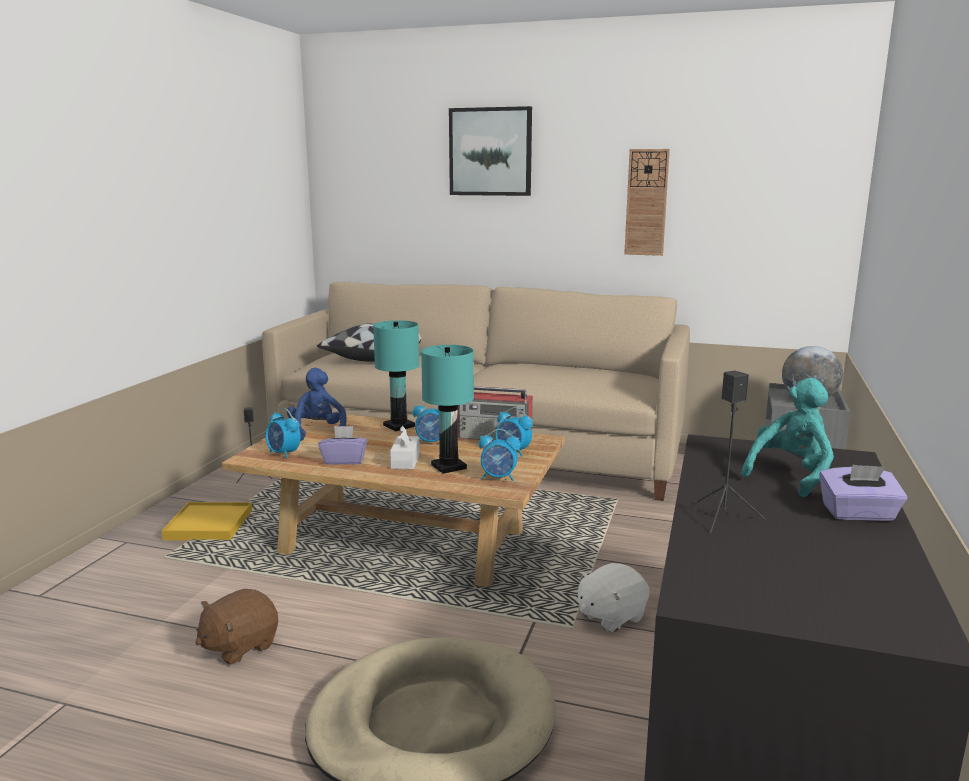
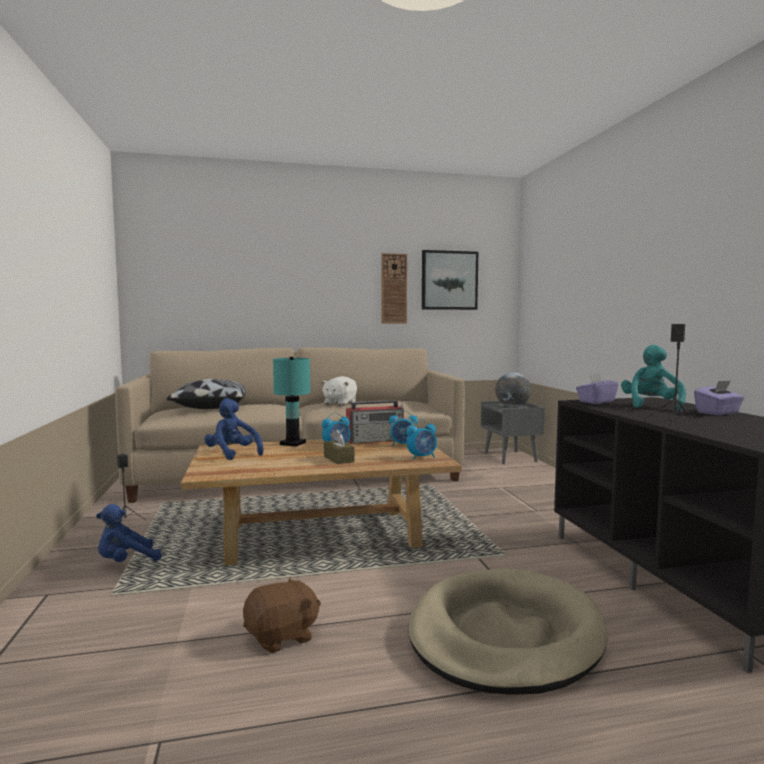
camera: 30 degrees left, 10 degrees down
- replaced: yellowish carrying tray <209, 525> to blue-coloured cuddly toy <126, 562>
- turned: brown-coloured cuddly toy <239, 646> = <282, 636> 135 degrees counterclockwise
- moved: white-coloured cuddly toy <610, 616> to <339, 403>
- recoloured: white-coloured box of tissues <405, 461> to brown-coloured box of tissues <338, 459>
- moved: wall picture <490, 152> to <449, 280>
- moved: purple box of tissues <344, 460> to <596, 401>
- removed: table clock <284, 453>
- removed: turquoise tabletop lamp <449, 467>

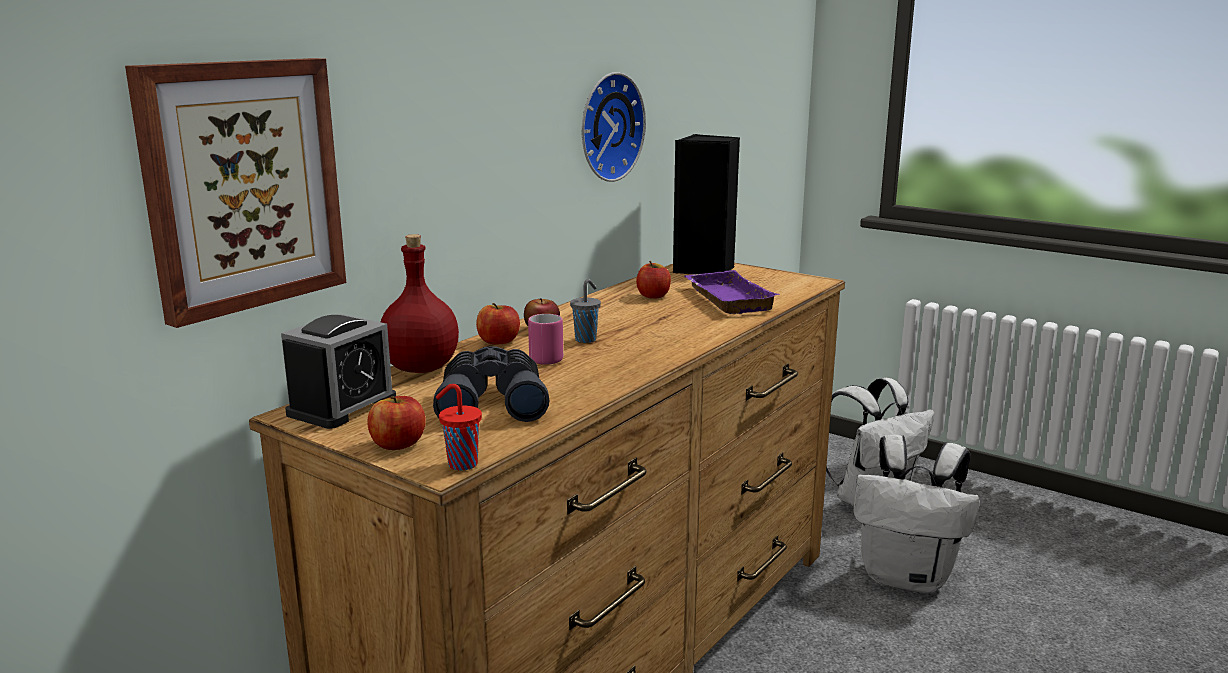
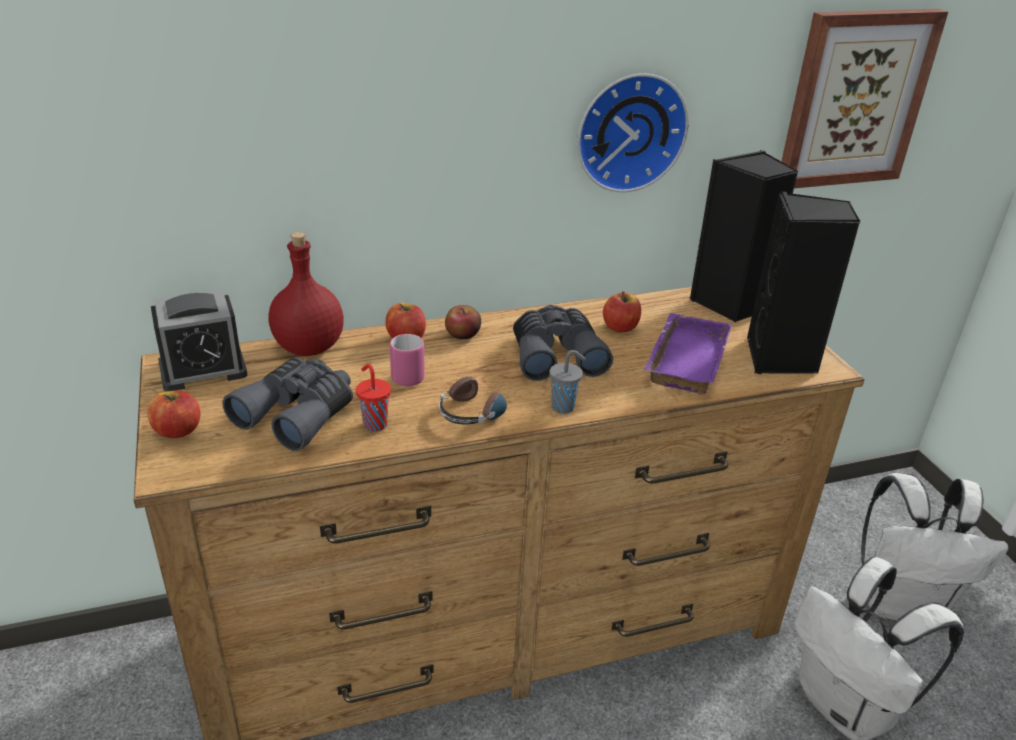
camera: 35 degrees right, 15 degrees up
- moved: red drinking cup <461, 464> to <374, 424>
- added: headset <478, 408>
- added: greyish pair of binoculars <556, 354>
- moved: greyish drinking cup <586, 339> to <564, 407>
- added: blackish loudspeaker <781, 359>
- moved: wall picture <242, 185> to <854, 99>

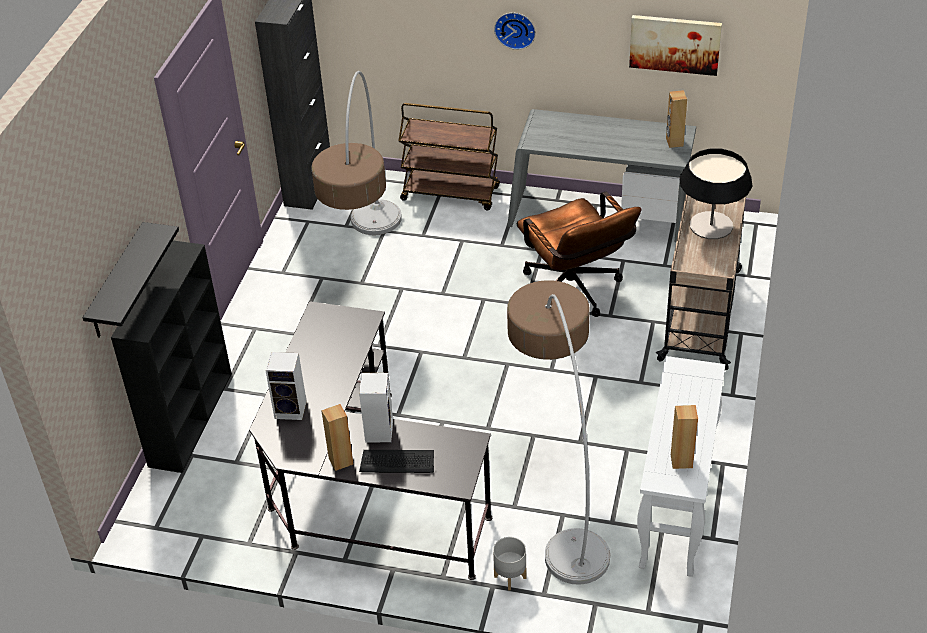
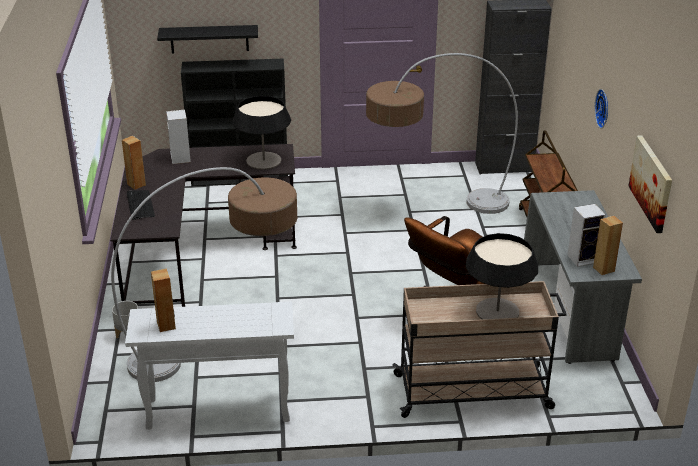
camera: 70 degrees right, 10 degrees down
- added: tabletop lamp <264, 160>
- moved: loudspeaker <378, 430> to <583, 258>

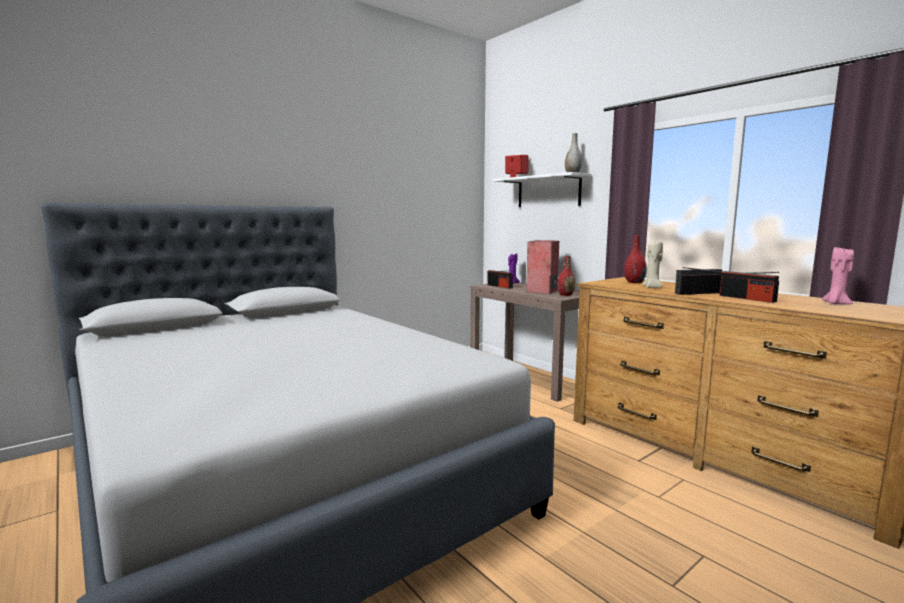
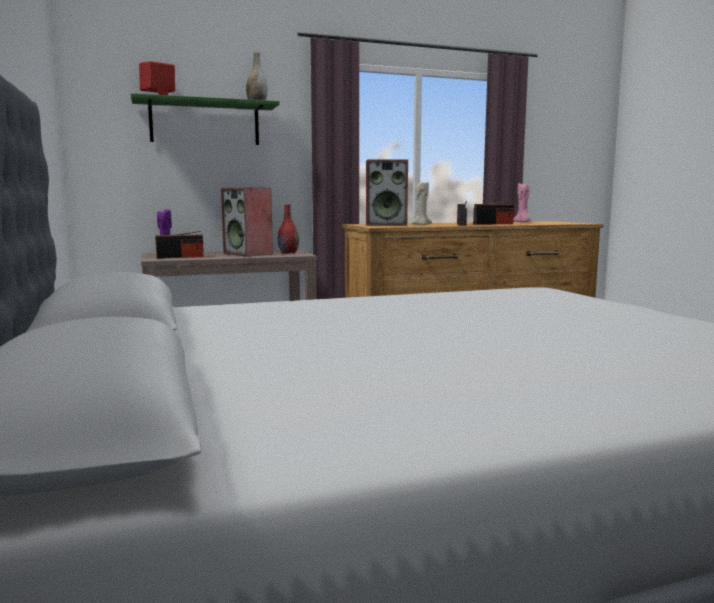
camera: 70 degrees left, 0 degrees up
- recoloured: white-coloured shelf <548, 192> to greenish shelf <205, 123>
- replaced: red vase <634, 282> to loudspeaker <386, 224>

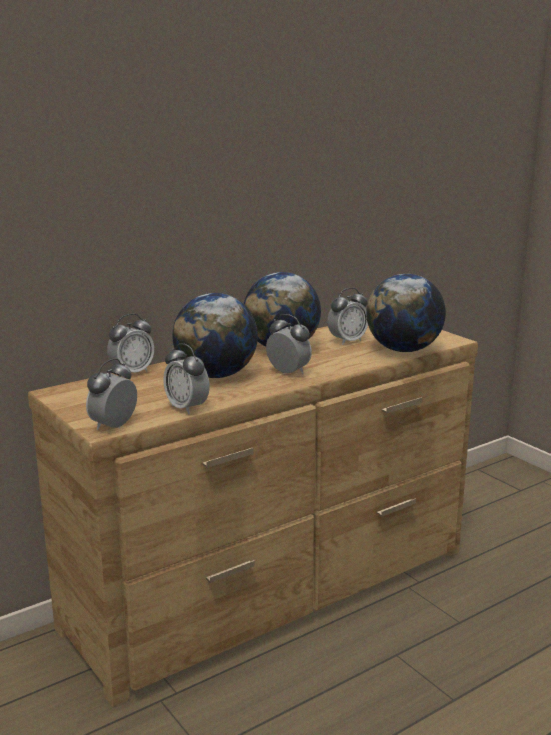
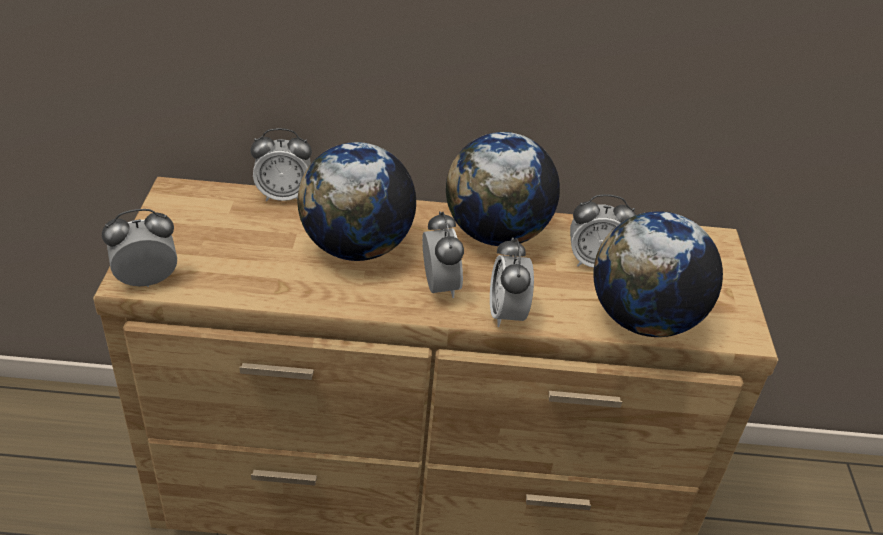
camera: 35 degrees right, 20 degrees up
- moved: table clock <187, 408> to <506, 314>

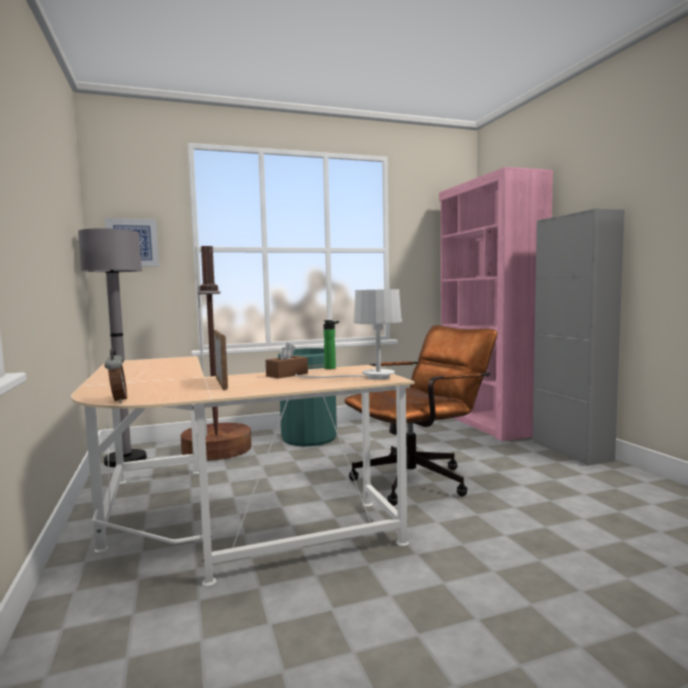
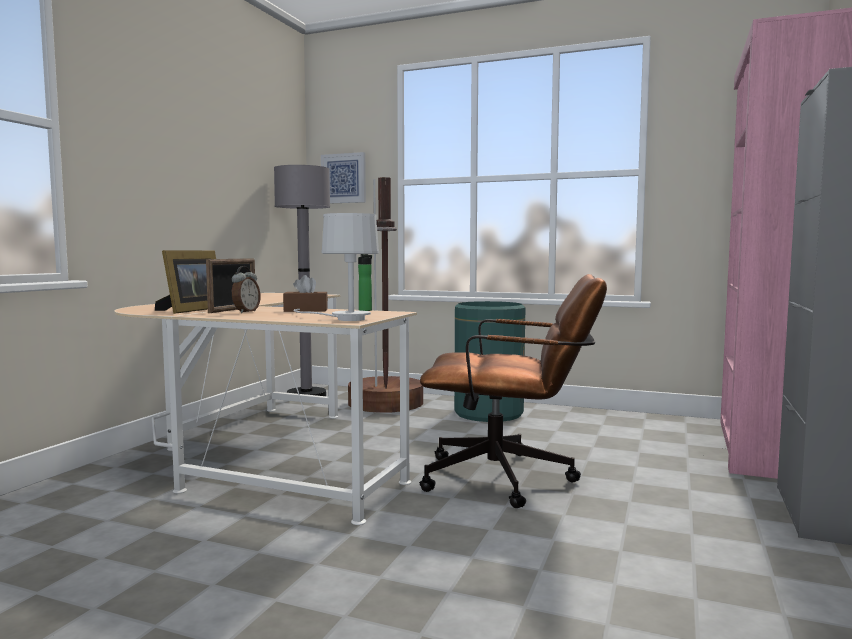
camera: 40 degrees right, 0 degrees up
- added: picture frame <191, 310>
- moved: table clock <117, 400> to <245, 312>

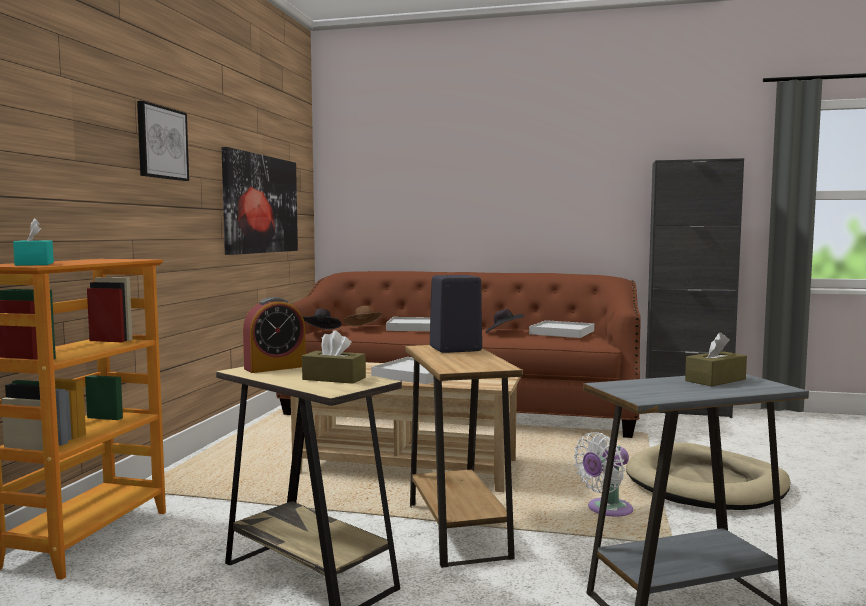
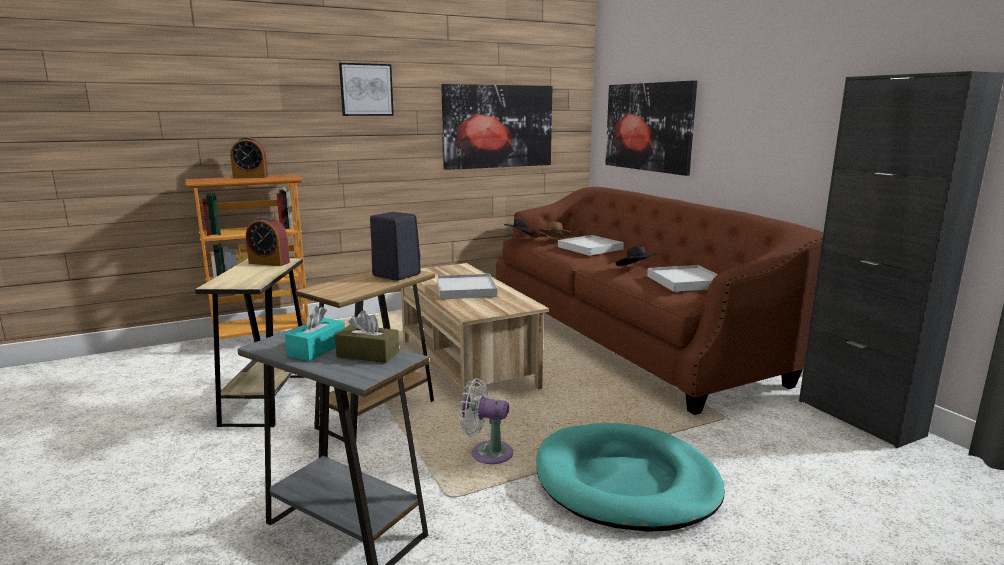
camera: 50 degrees right, 10 degrees up
- added: table clock <250, 177>
- moved: turquoise box of tissues <35, 264> to <317, 349>
- recoloured: beige-coloured dog cushion <706, 484> to turquoise dog cushion <626, 482>
- added: wall picture <648, 127>
- removed: brown-coloured box of tissues <334, 378>

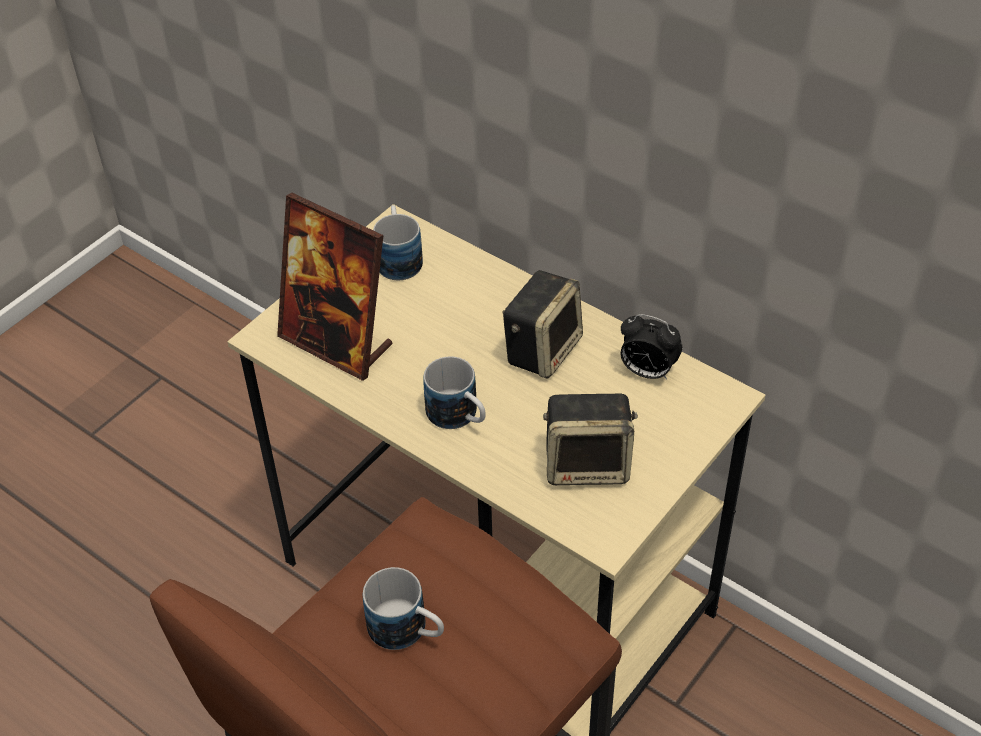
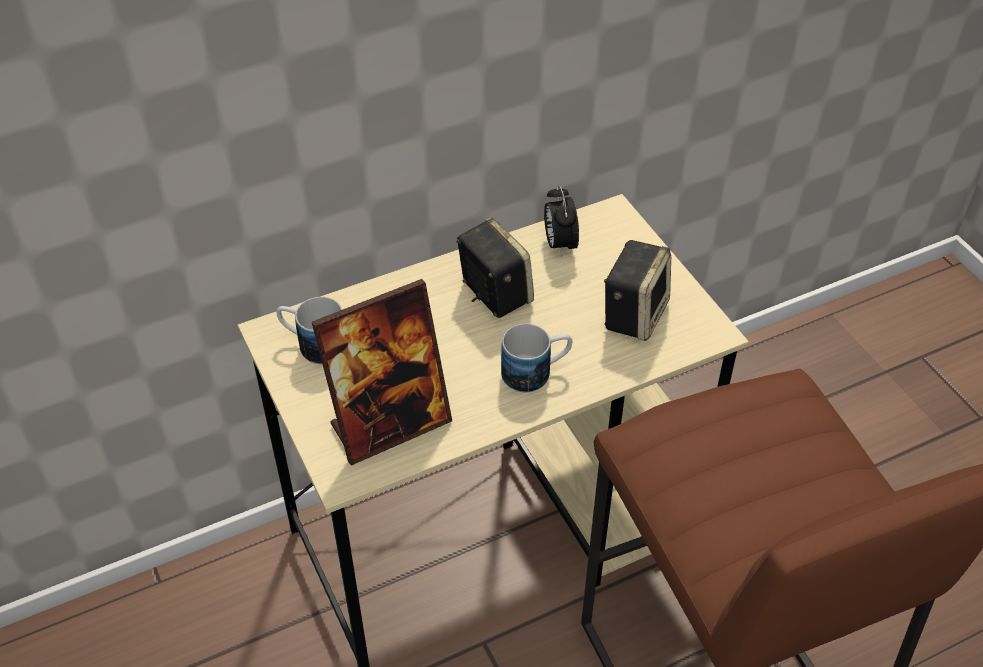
camera: 65 degrees left, 0 degrees up
- turned: table clock <647, 372> = <559, 244> 120 degrees clockwise
- removed: mug <408, 632>

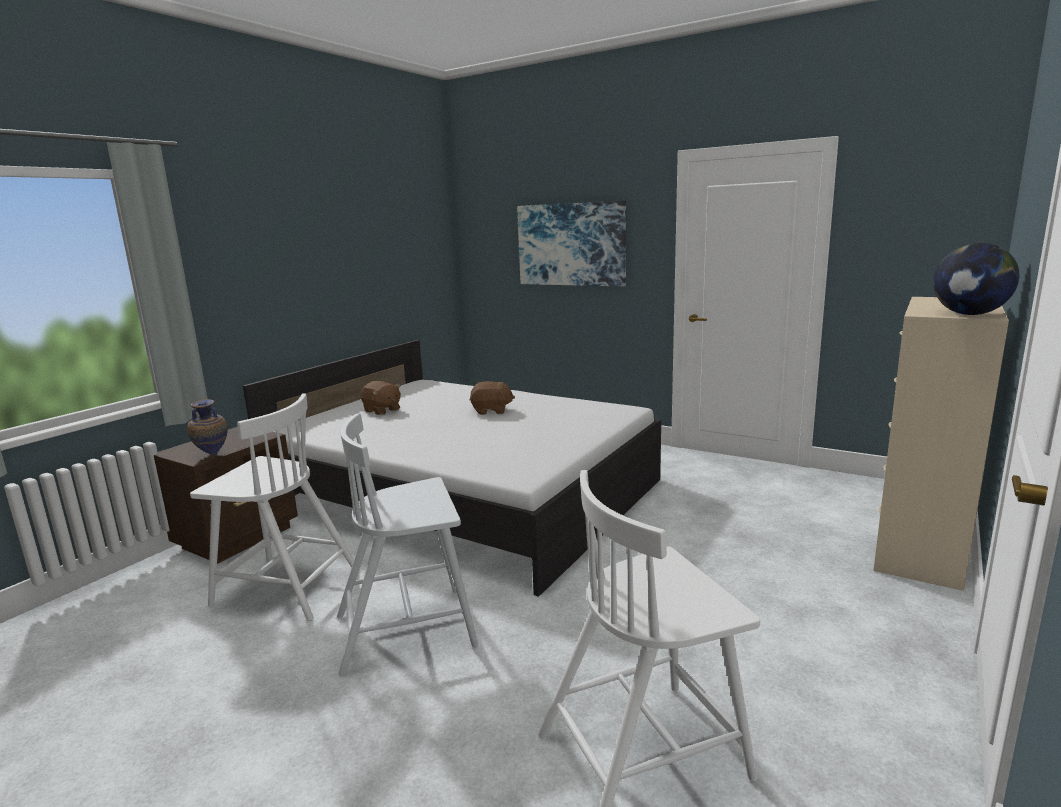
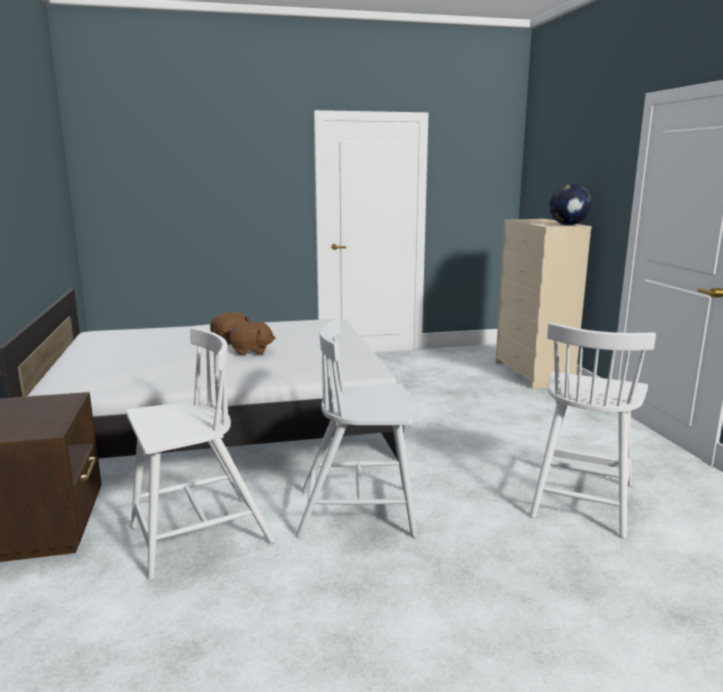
camera: 45 degrees left, 0 degrees up
- moved: brown-coloured cuddly toy <382, 410> to <251, 351>
- turned: white-coloured chair <408, 629> = <358, 512> 60 degrees clockwise
- removed: vase <212, 455>
- removed: wall picture <571, 244>

